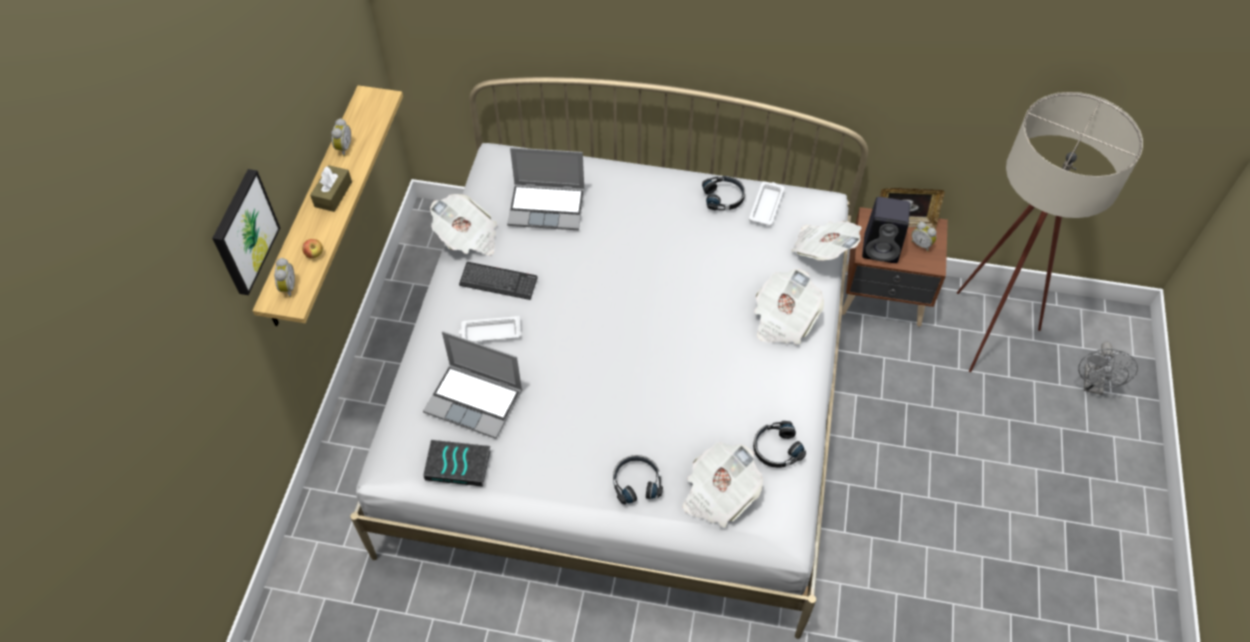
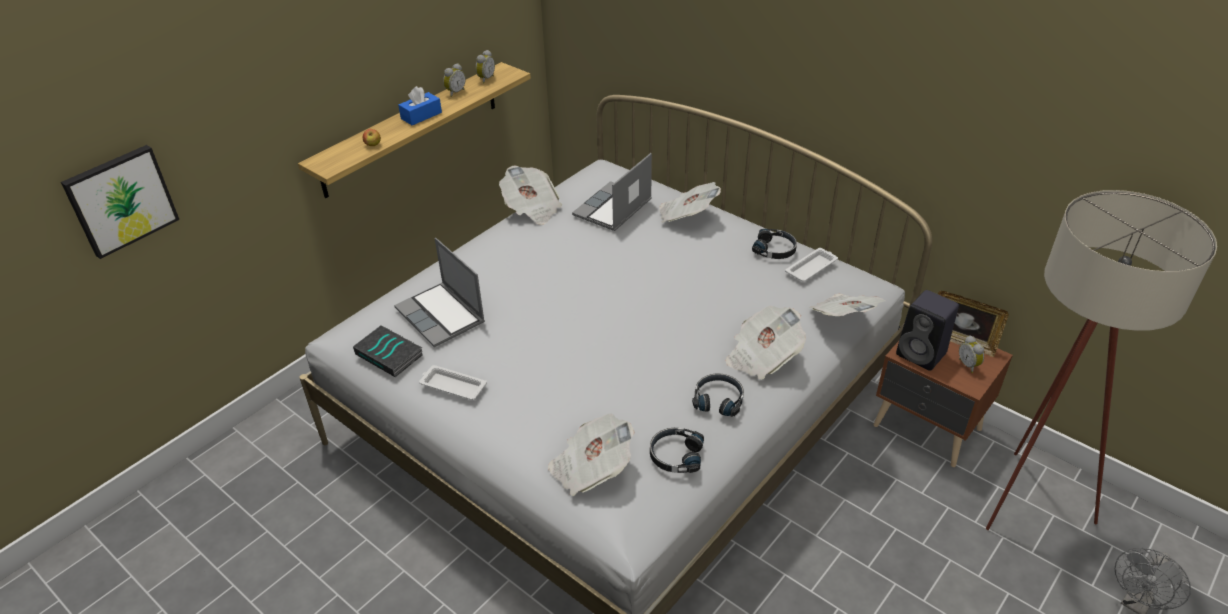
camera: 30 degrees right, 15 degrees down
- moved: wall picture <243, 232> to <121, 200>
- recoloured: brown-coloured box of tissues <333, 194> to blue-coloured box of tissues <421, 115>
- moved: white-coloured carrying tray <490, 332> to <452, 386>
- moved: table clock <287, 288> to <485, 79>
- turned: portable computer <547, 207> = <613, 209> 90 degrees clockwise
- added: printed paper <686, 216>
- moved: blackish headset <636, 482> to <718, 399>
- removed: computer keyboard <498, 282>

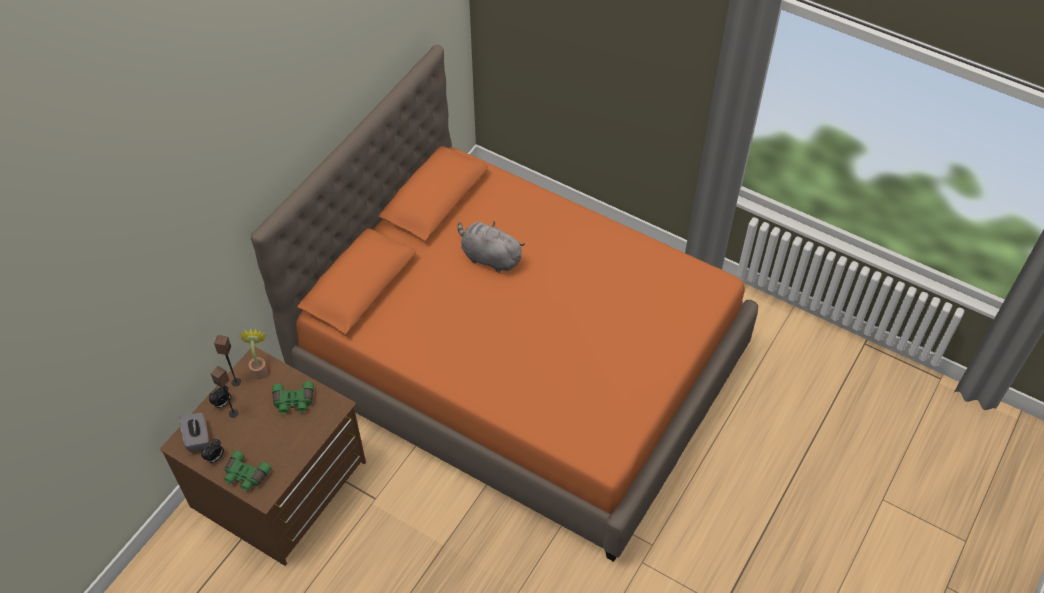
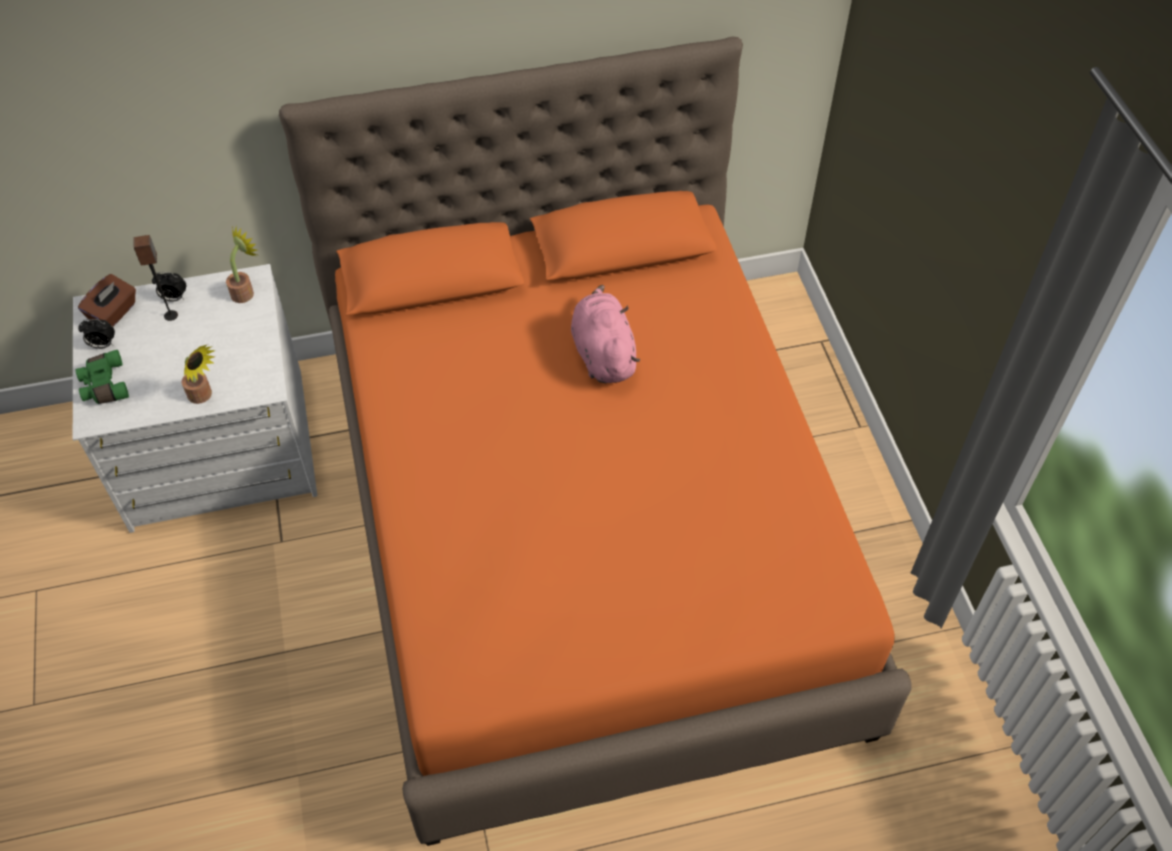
camera: 45 degrees right, 0 degrees up
- recoloured: brown-coloured drawer chest <281, 485> to white-coloured drawer chest <219, 451>
- recoloured: greyish box of tissues <197, 437> to brown-coloured box of tissues <114, 313>
- added: potted plant <203, 396>
- recoloured: greyish cuddly toy <489, 257> to pink cuddly toy <603, 353>
- removed: loudspeaker <236, 382>
- removed: greenish pair of binoculars <293, 402>

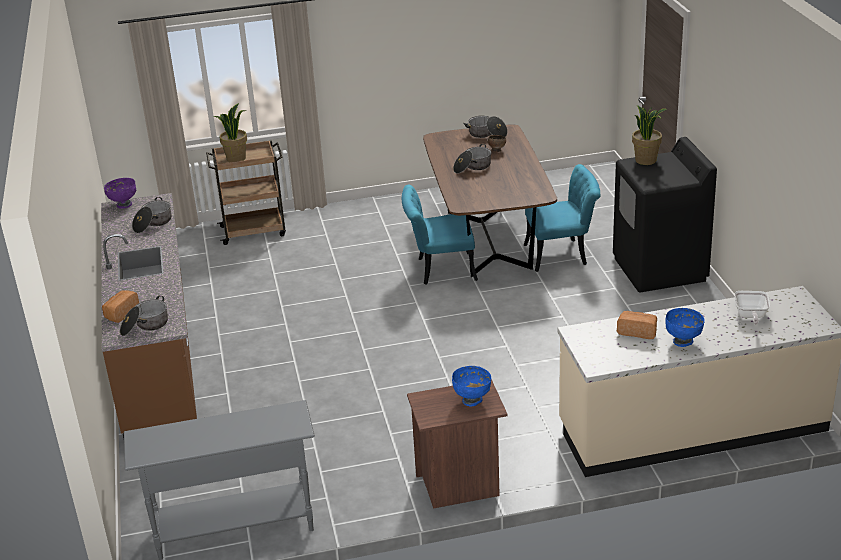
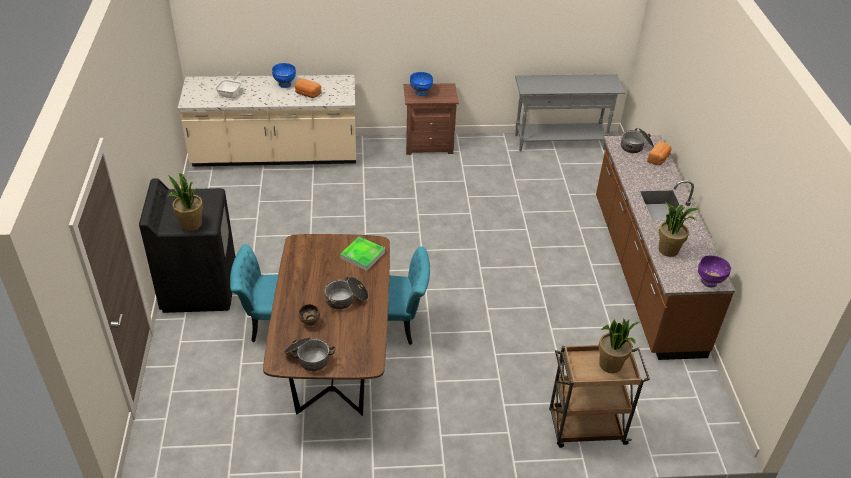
camera: 175 degrees left, 10 degrees up
- added: carrying tray <362, 255>
- replaced: stockpot <153, 223> to potted plant <668, 250>

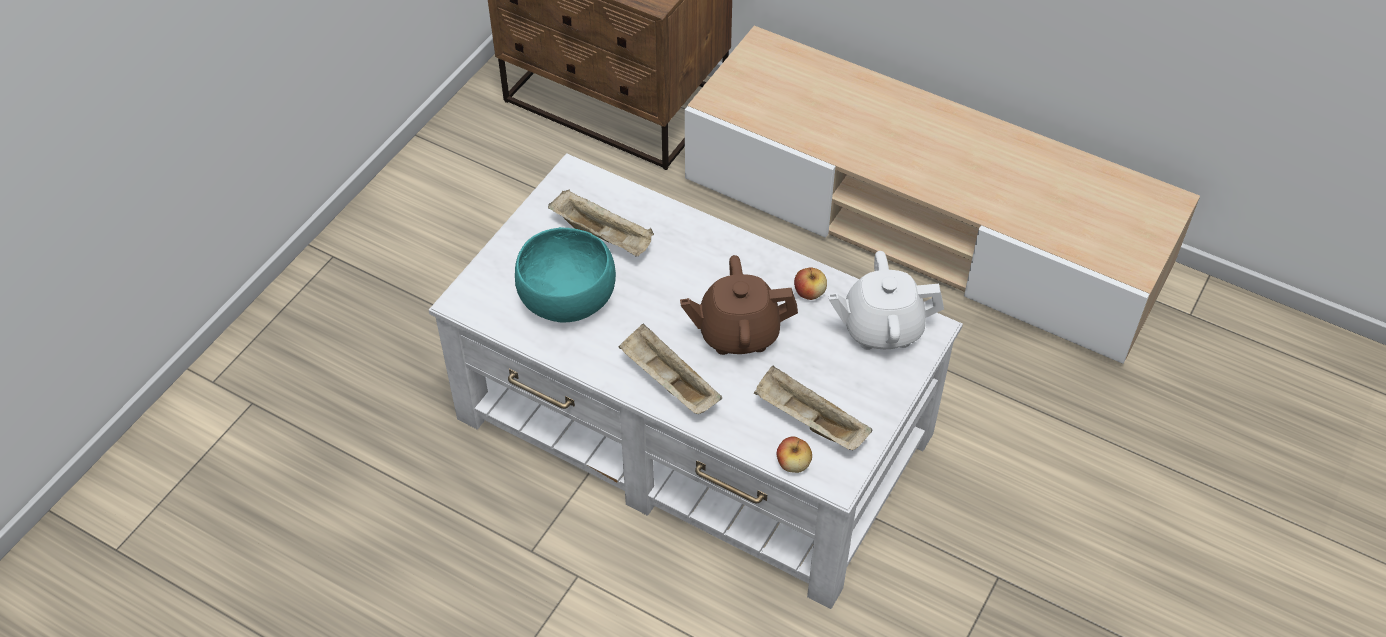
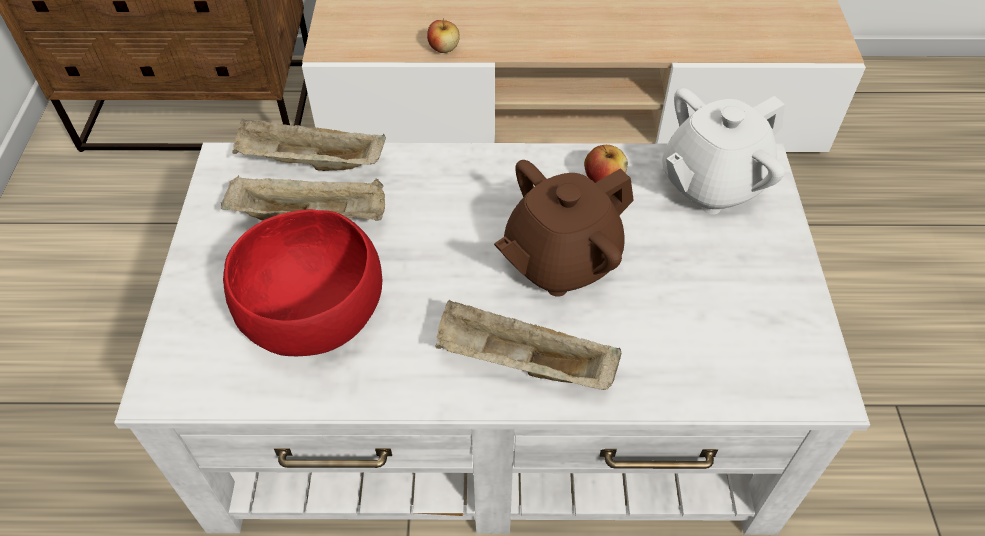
camera: 30 degrees left, 0 degrees up
- recoloured: turquoise serving bowl <568, 299> to red serving bowl <316, 316>
- moved: beige-coloured carrying tray <808, 421> to <309, 163>
- moved: whole apple <793, 464> to <444, 48>

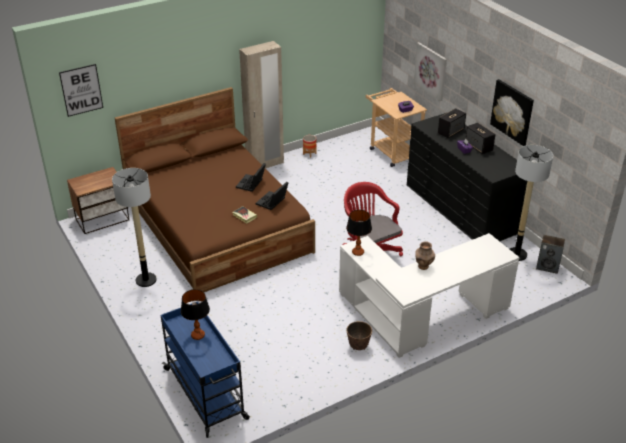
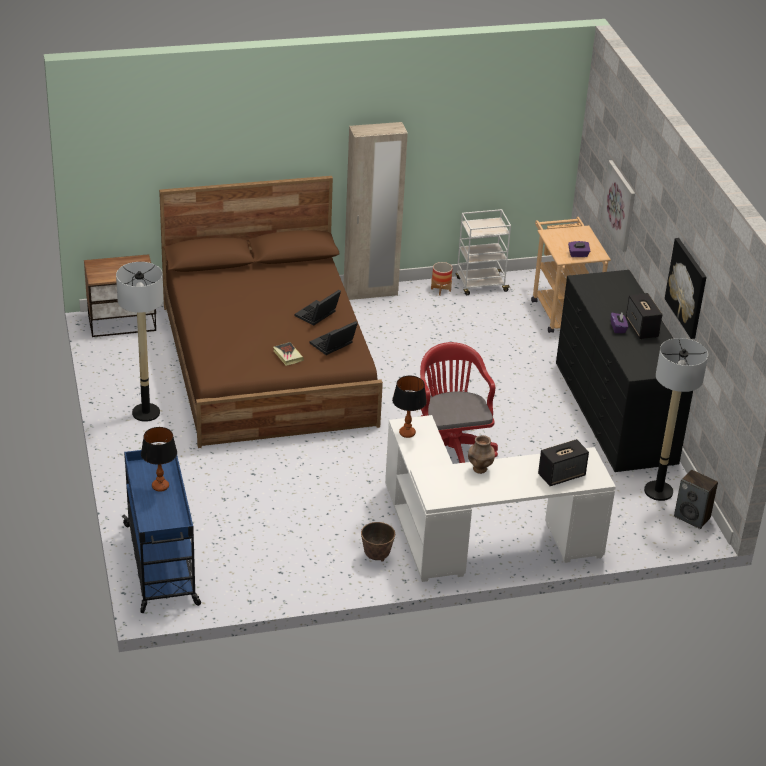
camera: 15 degrees right, 0 degrees up
- added: white-coloured cart <480, 285>
- moved: loudspeaker <451, 132> to <562, 475>
- removed: wall picture <81, 90>

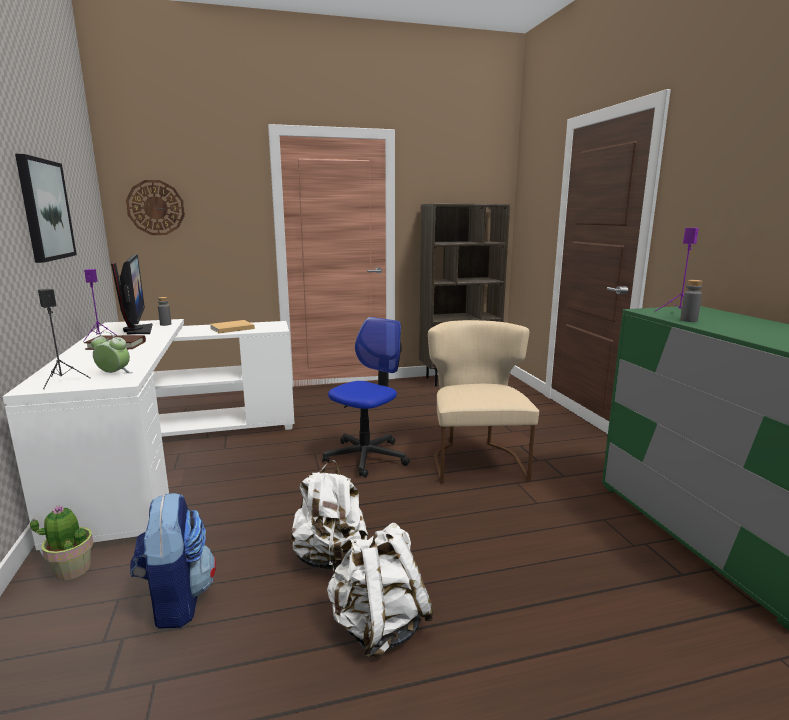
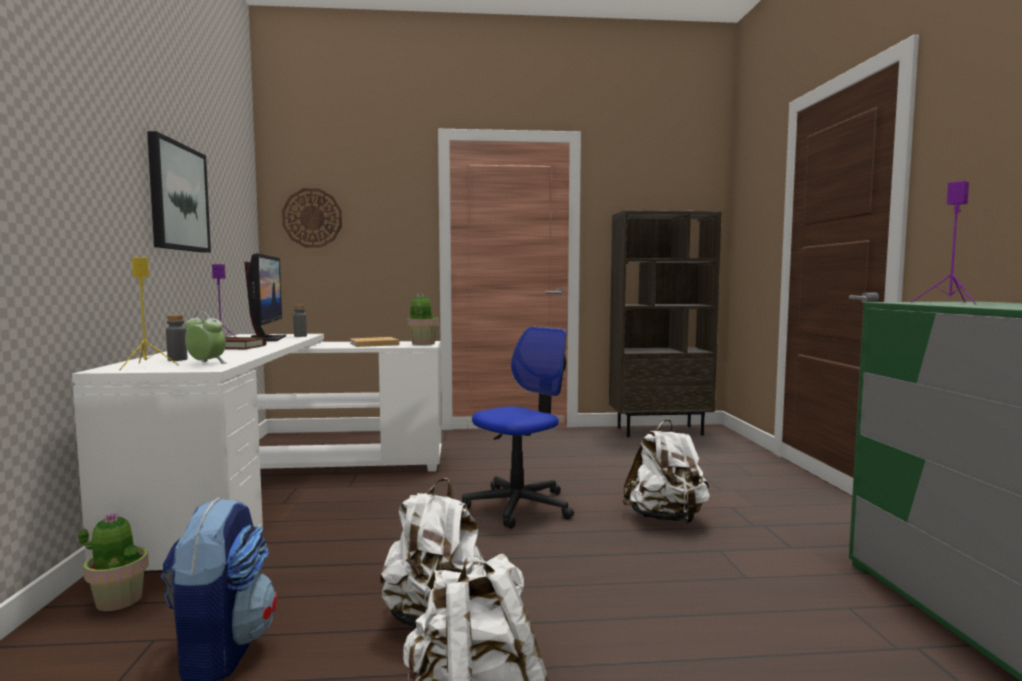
camera: 10 degrees right, 10 degrees down
- recoloured: blackish loudspeaker <63, 381> to yellowish loudspeaker <147, 366>
- moved: greyish beverage bottle <688, 320> to <177, 360>
- added: potted plant <422, 343>
- replaced: beige-coloured chair <476, 459> to white-coloured knapsack <665, 518>

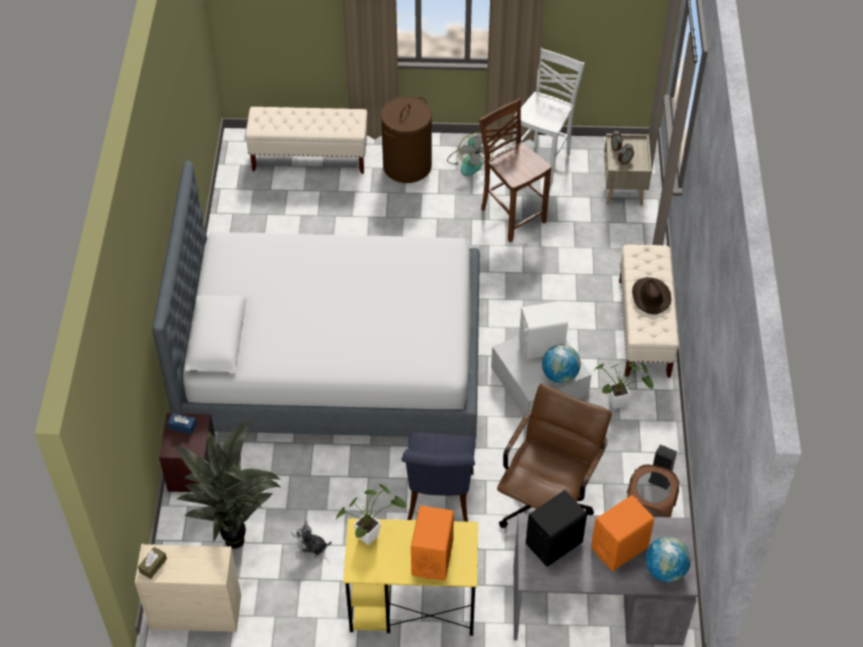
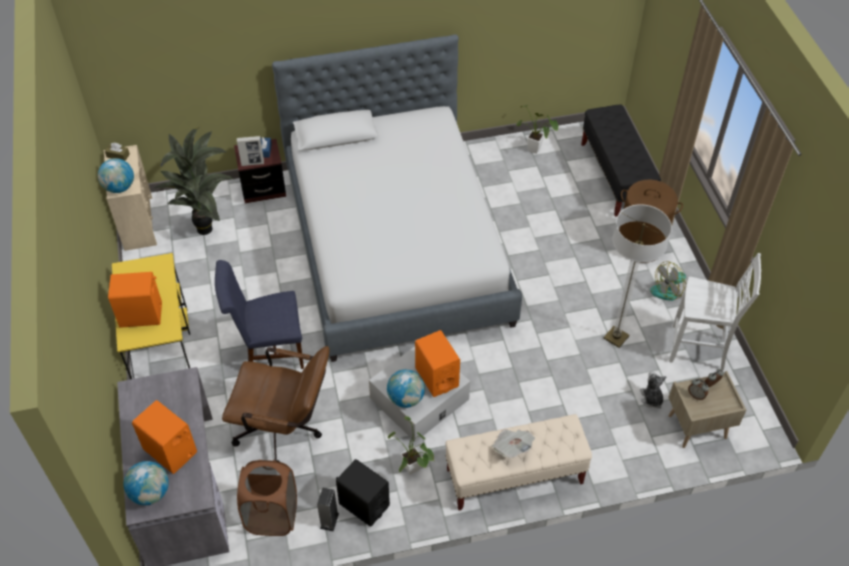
camera: 75 degrees right, 0 degrees up
- added: globe <119, 187>
- added: picture frame <252, 163>
- moved: blackish loudspeaker <553, 543> to <364, 504>
- recoloured: white-coloured loudspeaker <541, 346> to orange-coloured loudspeaker <436, 377>
- replaced: brown-coloured clothing hat <650, 297> to printed paper <512, 447>
- moved: potted plant <371, 535> to <537, 150>
- recoloured: beige-coloured indoor bench <310, 158> to blackish indoor bench <615, 177>
- replaced: brown-coloured chair <511, 215> to standing lamp <616, 337>
- moved: cuddly toy <311, 549> to <651, 398>

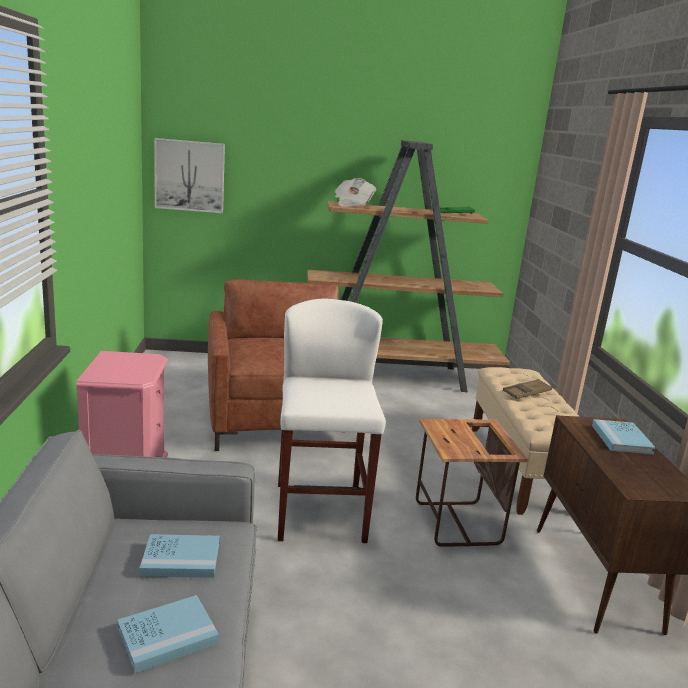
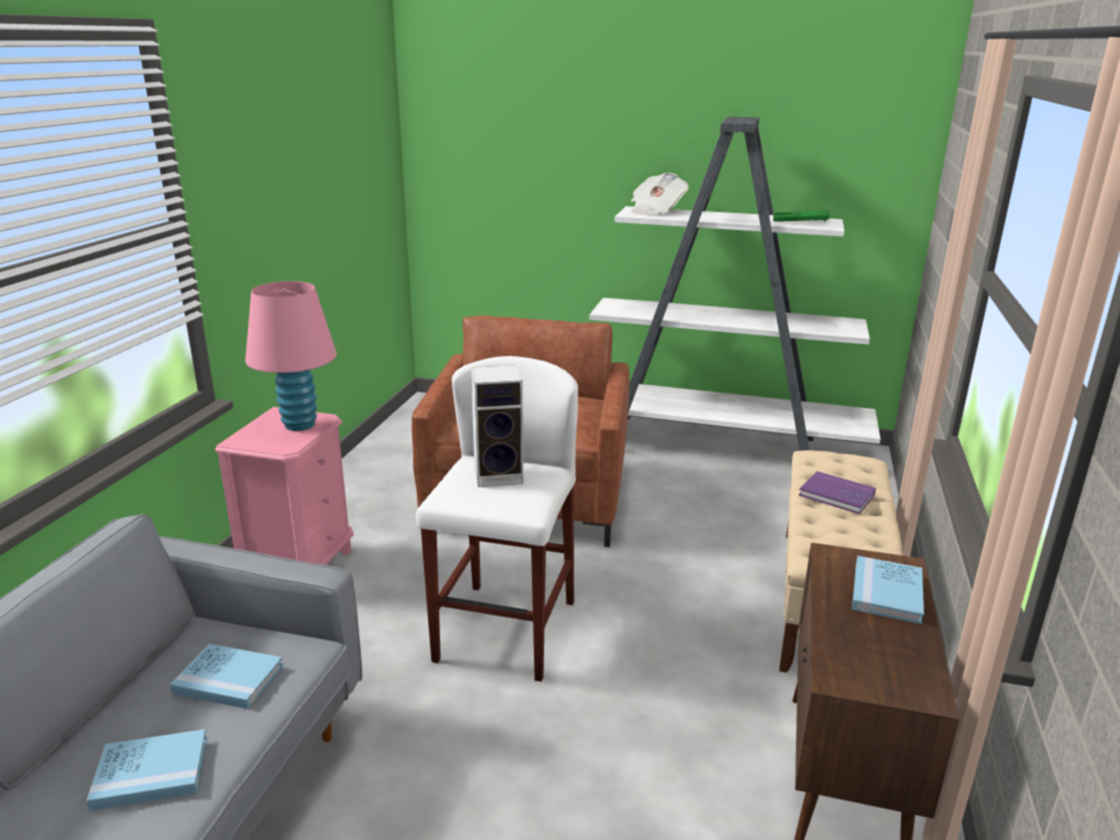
camera: 20 degrees right, 5 degrees up
- added: pink tabletop lamp <300, 424>
- added: loudspeaker <500, 475>
- recoloured: brown-coloured bookshelf <392, 376> to white-coloured bookshelf <714, 445>
- replaced: brown-coloured carrying tray <526, 392> to purple volume <836, 495>
- removed: wall picture <189, 176>
- removed: side table <457, 524>

